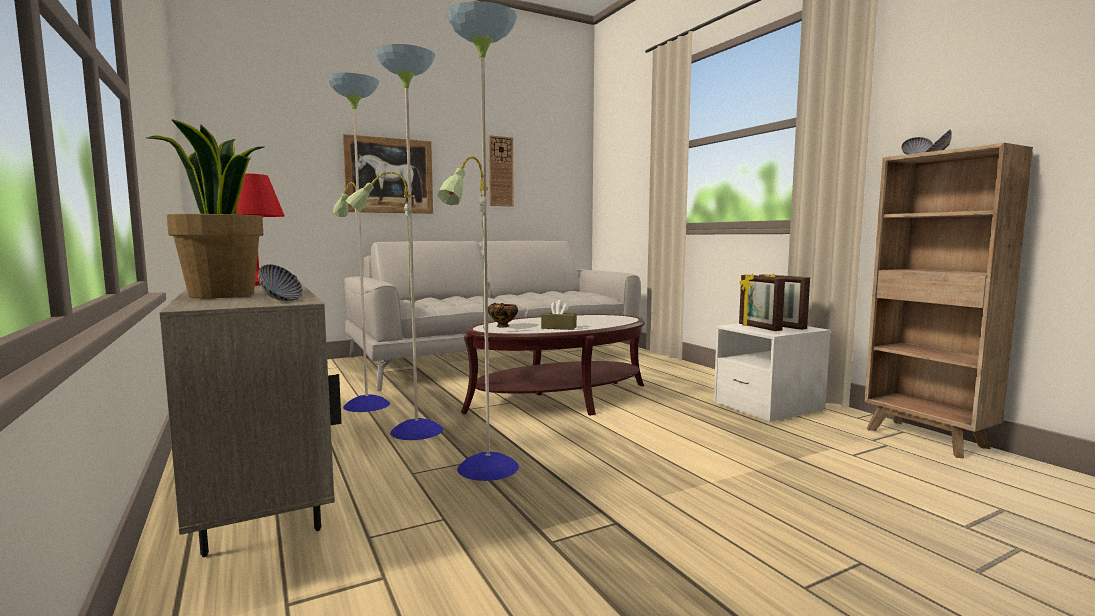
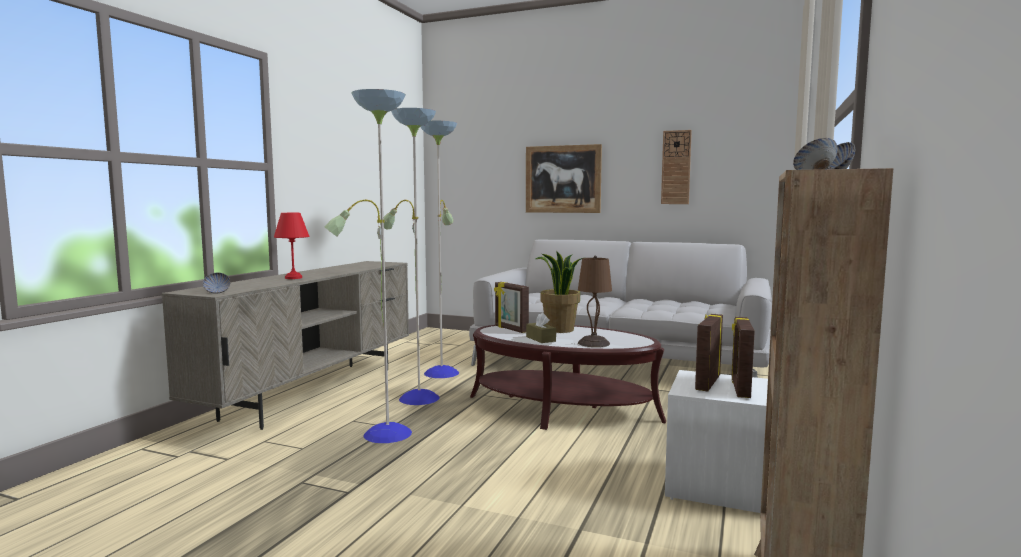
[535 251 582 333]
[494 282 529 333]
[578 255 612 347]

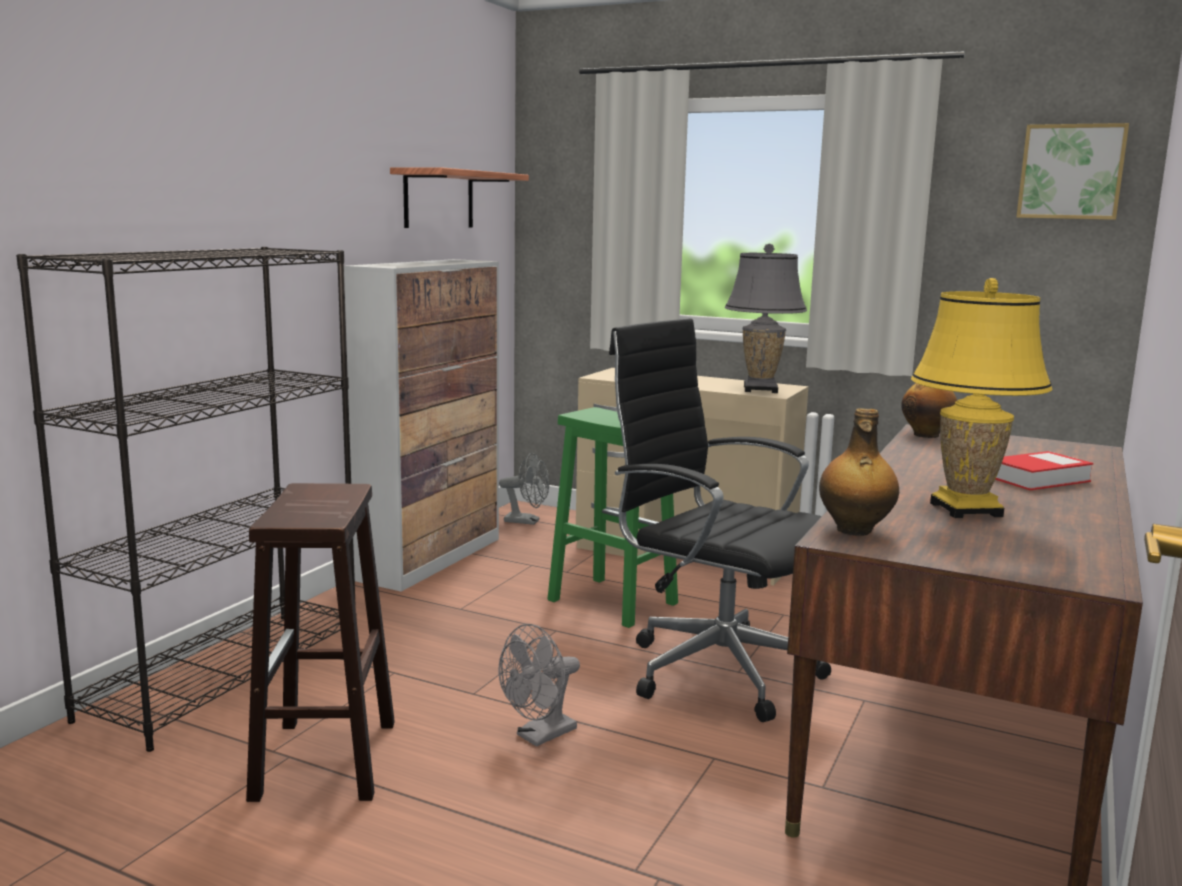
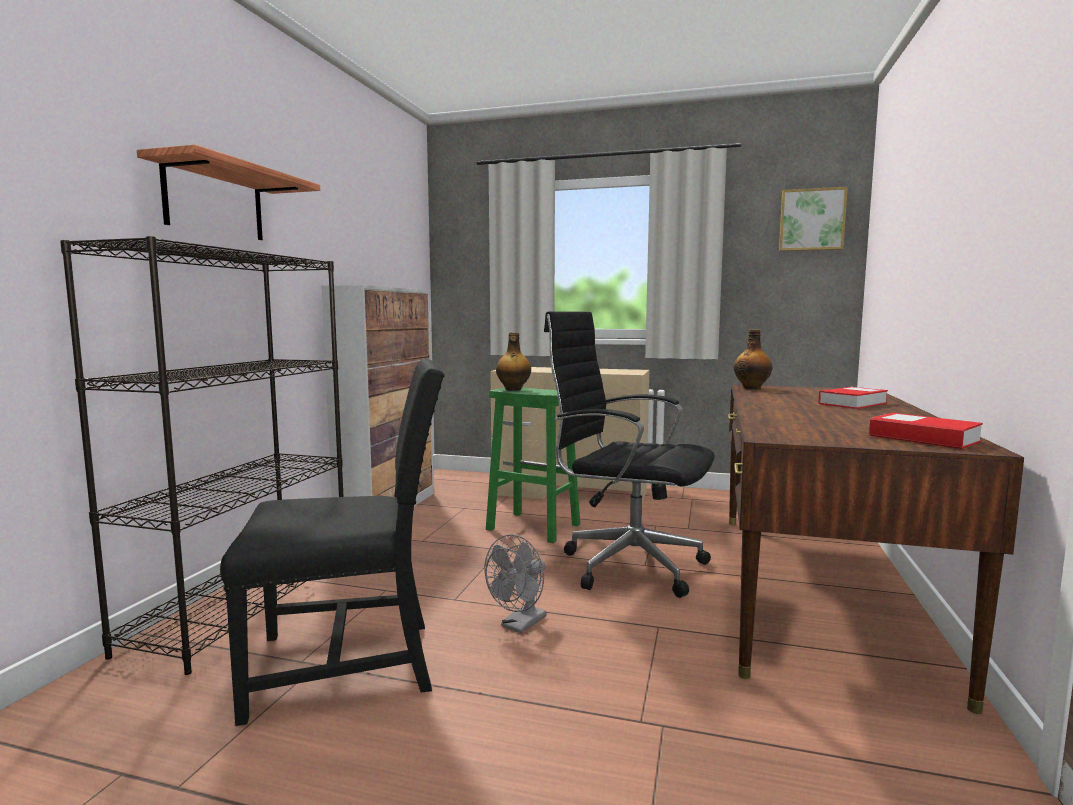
[137 144 320 240]
[725 243 807 393] (first image)
[911 278 1052 518] (first image)
[496 332 531 391]
[499 453 549 525] (first image)
[220 358 445 726]
[869 413 983 449]

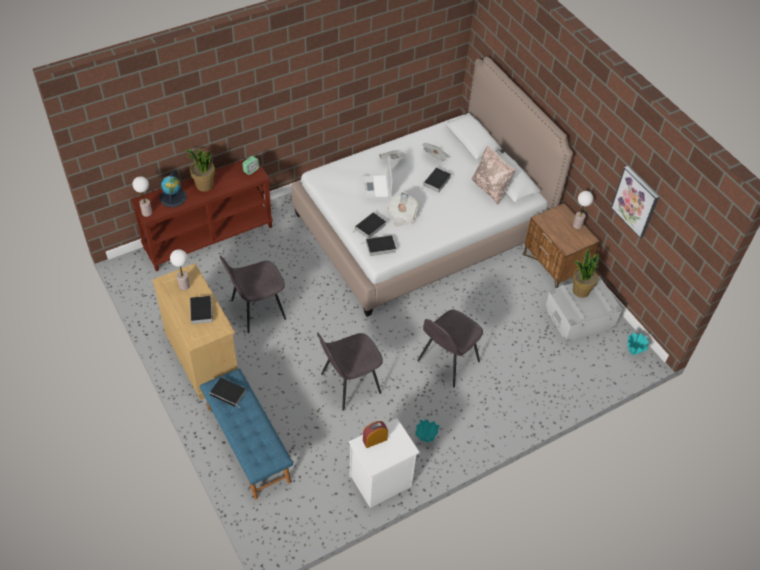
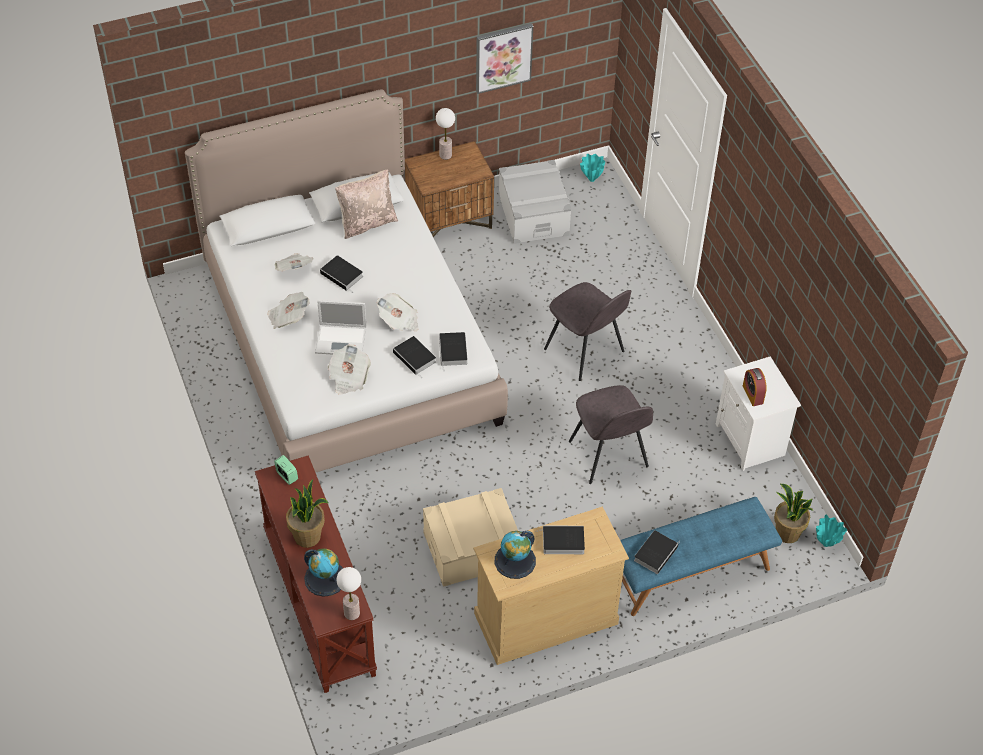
[774 484 813 543]
[495 531 536 579]
[423 488 518 587]
[816 515 847 547]
[328 344 371 394]

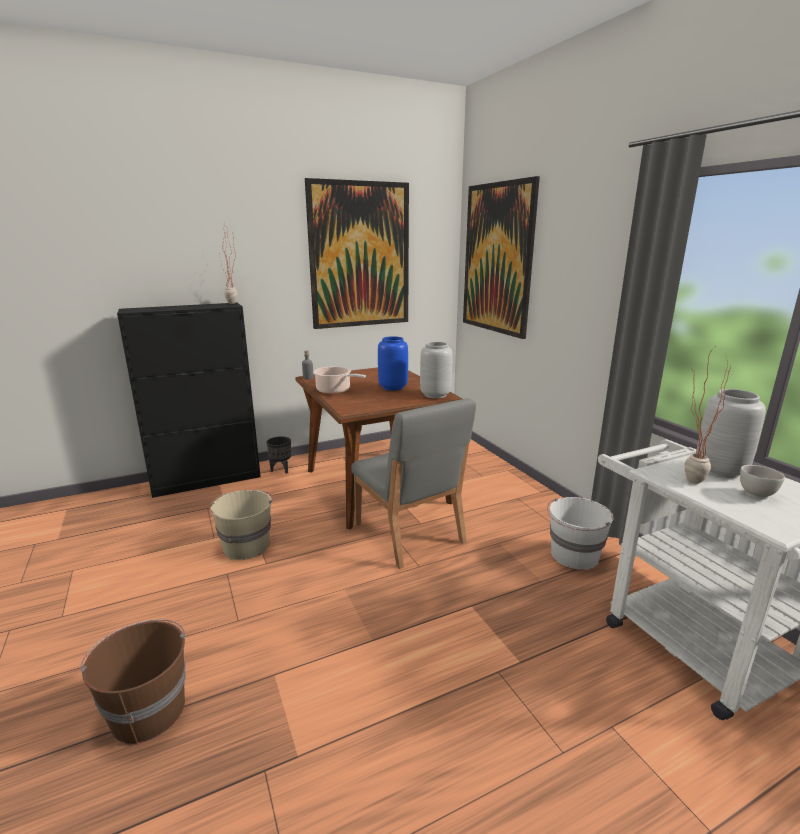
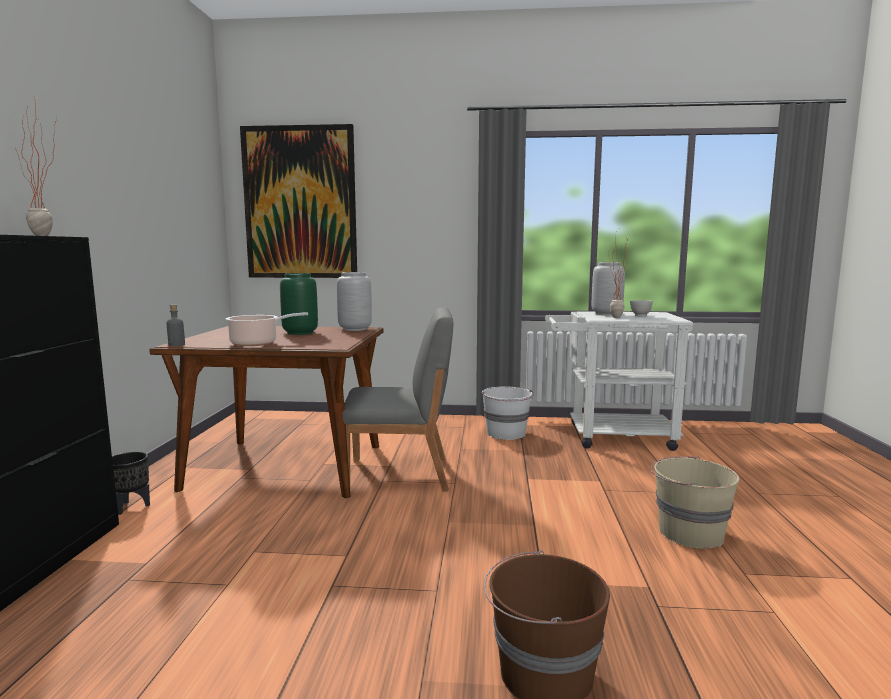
[305 178 409 329] (first image)
[280 273 318 335]
[650 456 740 549]

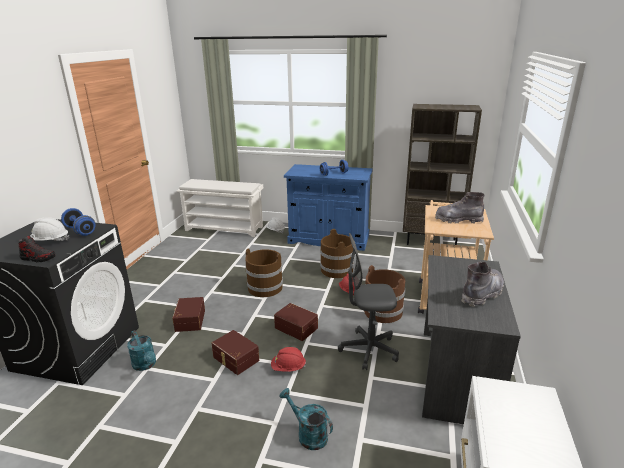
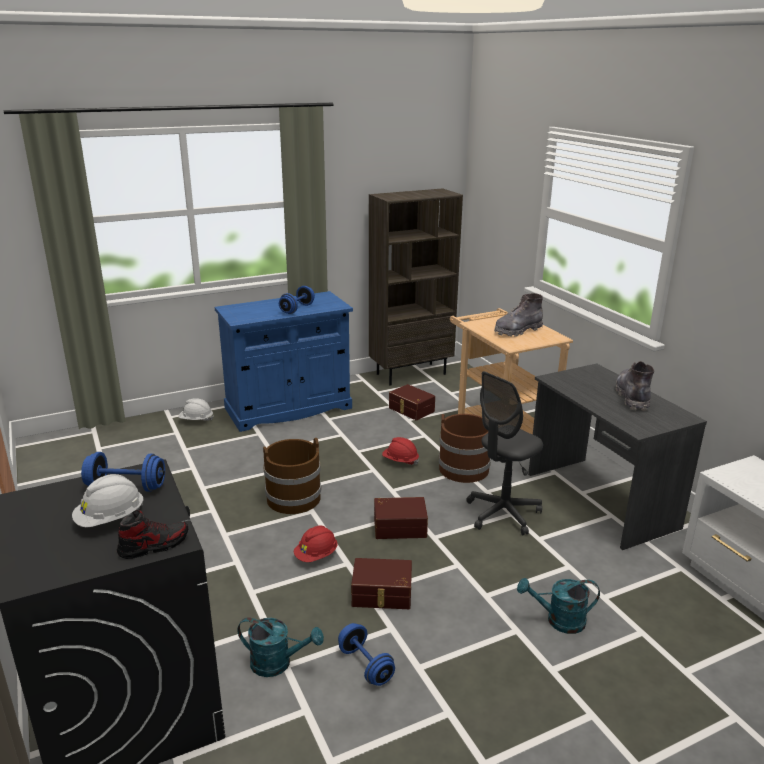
[177 179 264 237] (first image)
[320 229 354 278] (first image)
[389 384 435 420]
[294 526 338 562]
[338 623 395 686]

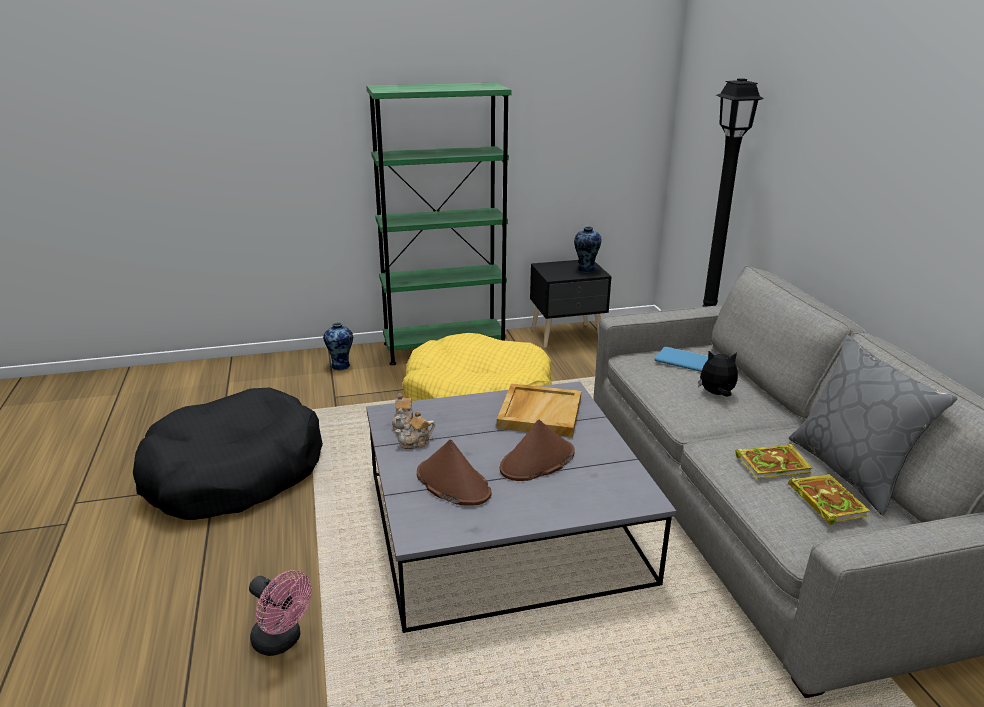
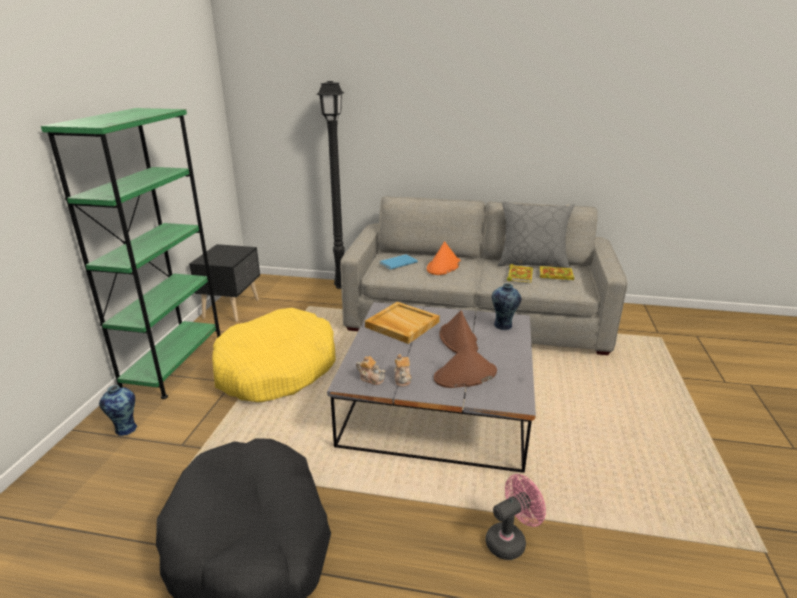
[492 283 521 330]
[427 241 461 275]

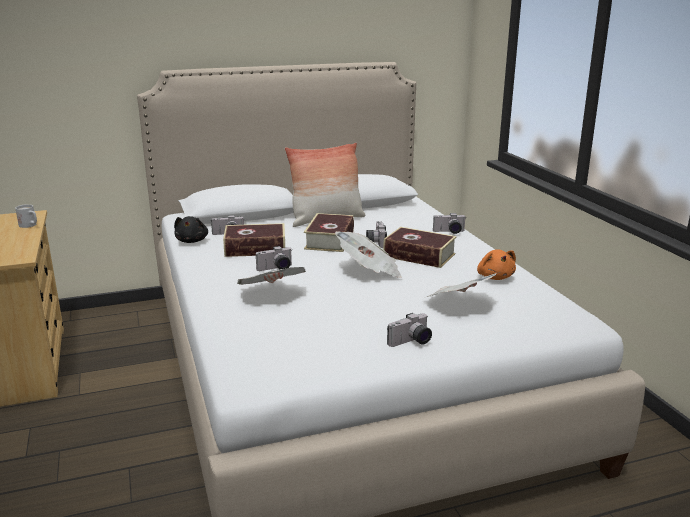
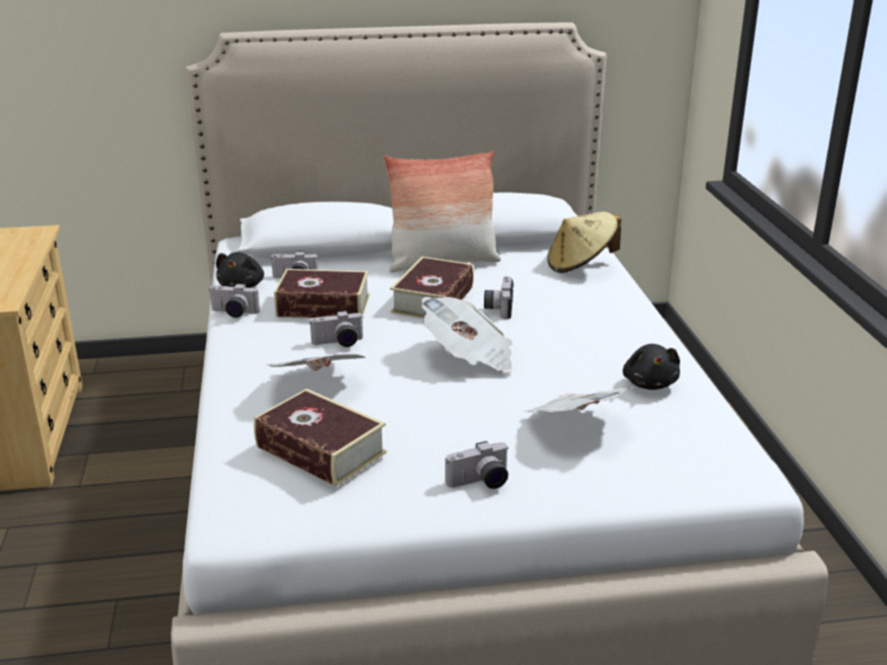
[15 204 37 228] (first image)
[209 284 260 318]
[254 388 387 486]
[623 344 680 390]
[547 212 621 273]

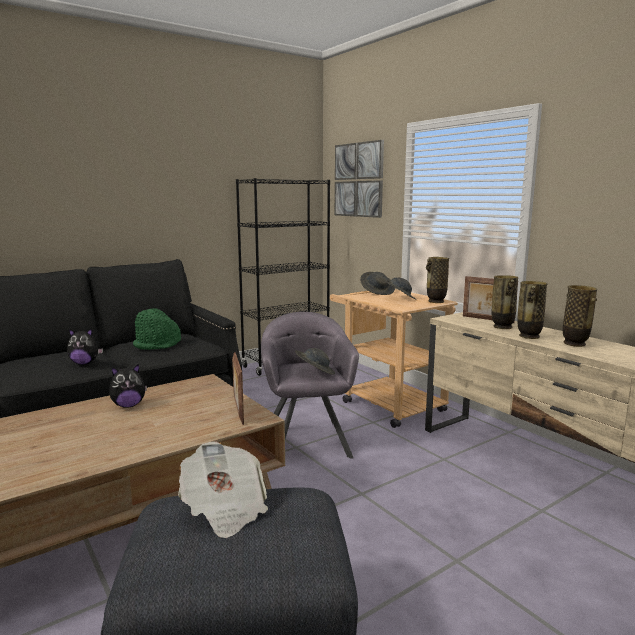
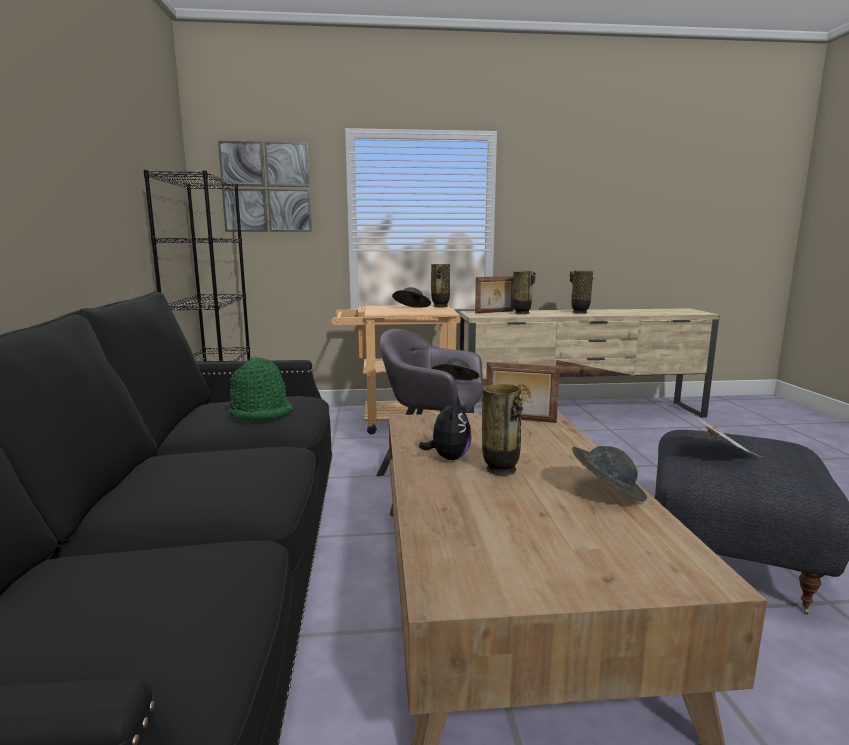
[572 446 647 501]
[481 384 523 475]
[67 329 103 365] (first image)

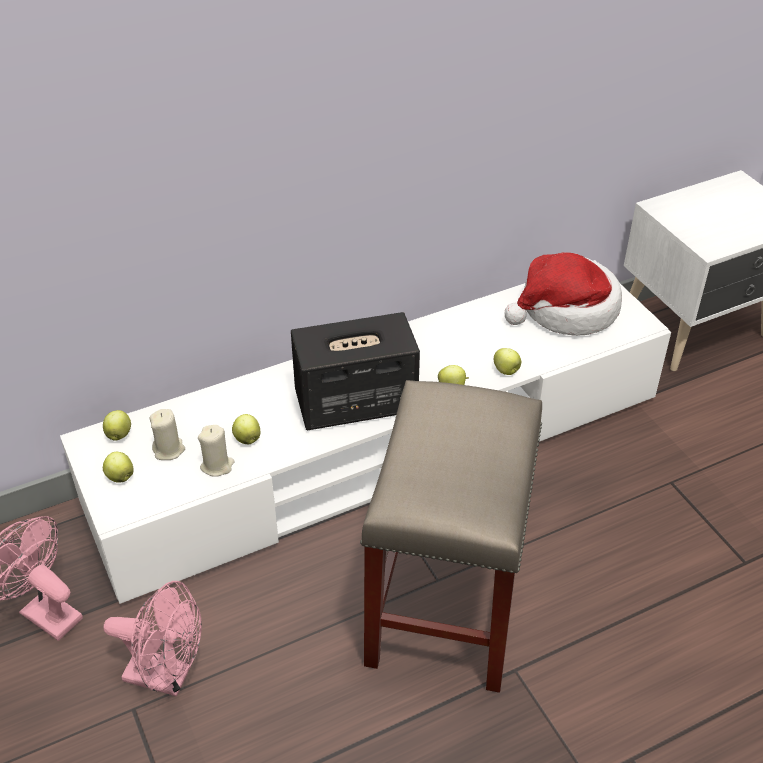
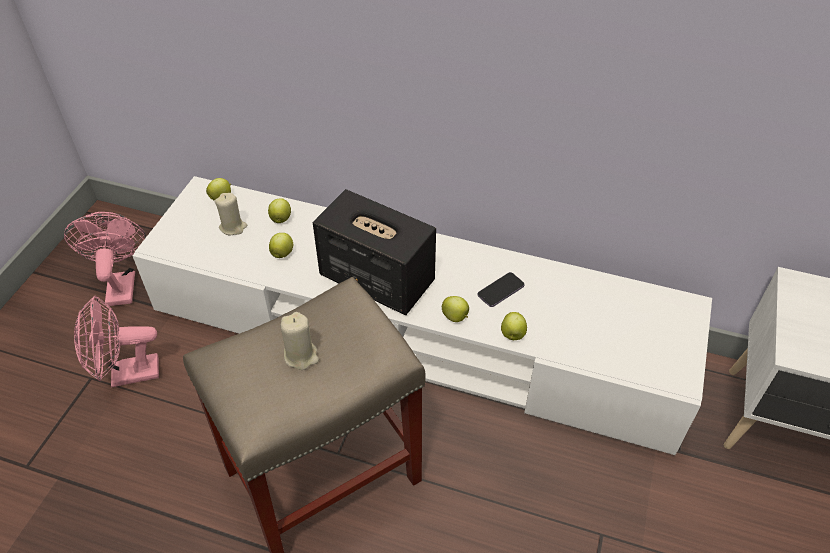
[504 252 622 336] (first image)
[280 312 319 370]
[268 198 291 223]
[74 295 159 387]
[477 272 525 307]

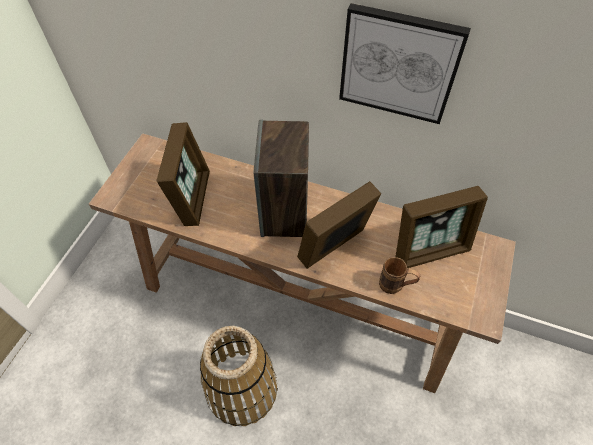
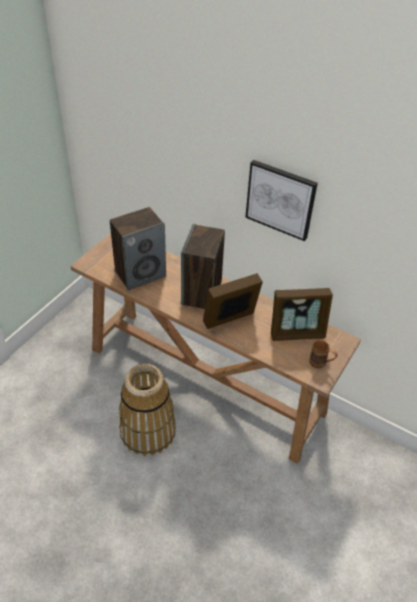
[110 207 166 290]
[309 340 337 368]

